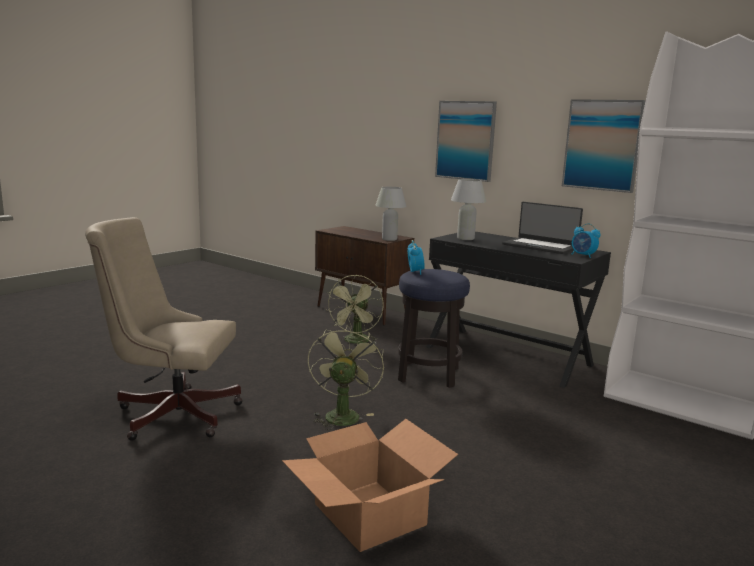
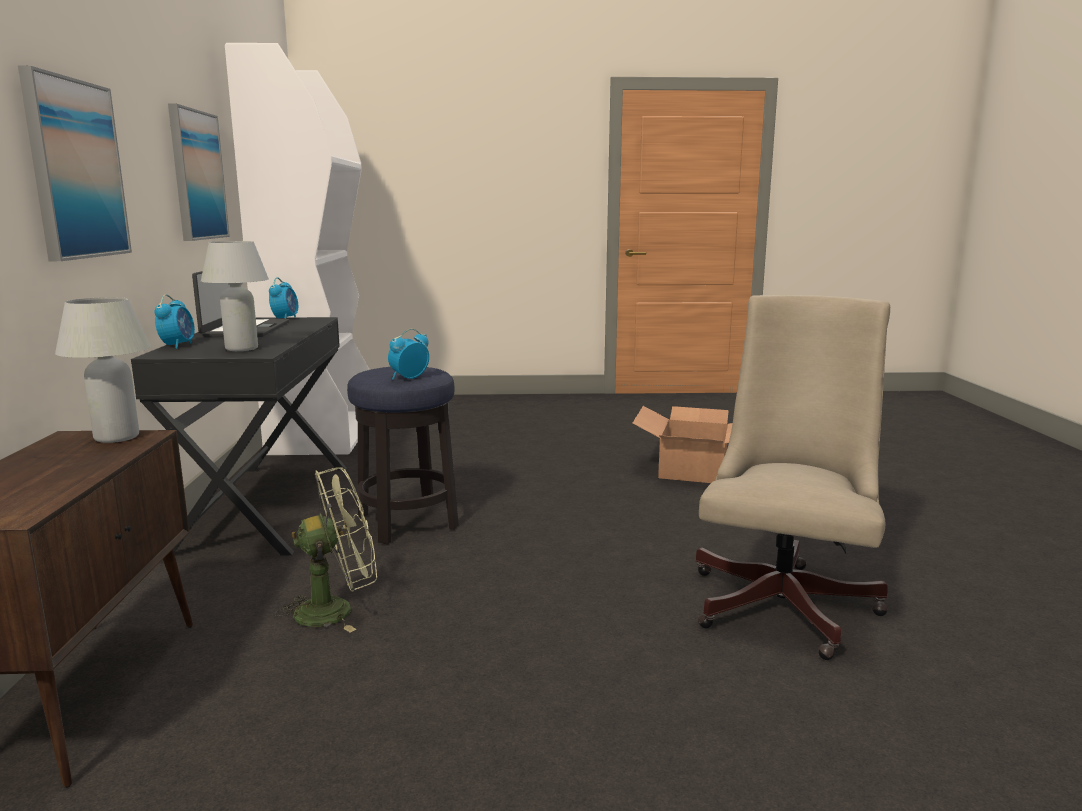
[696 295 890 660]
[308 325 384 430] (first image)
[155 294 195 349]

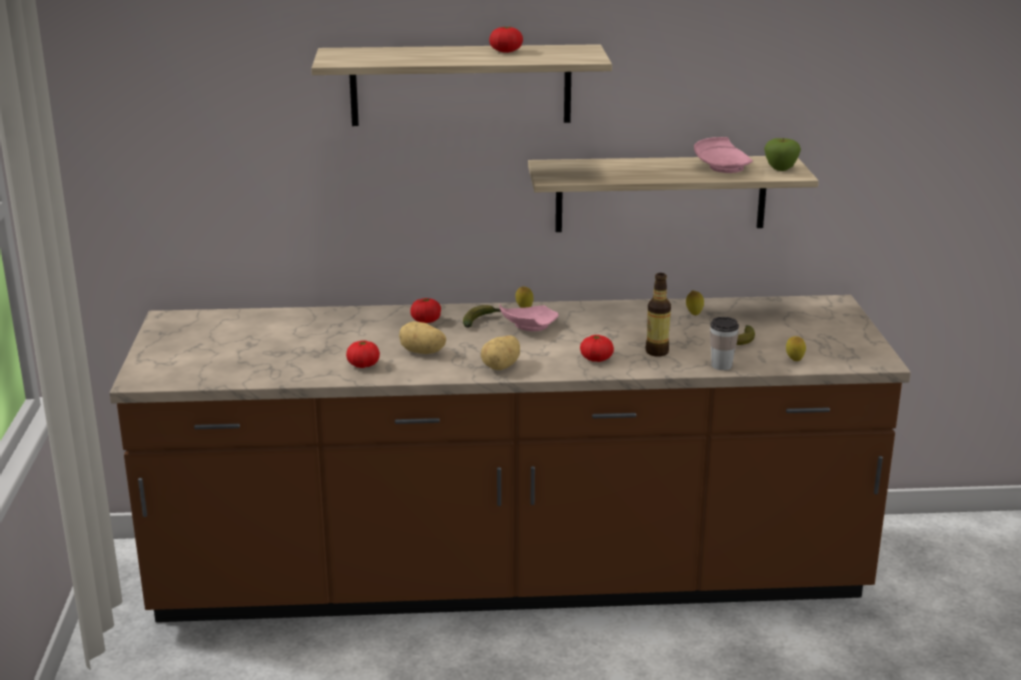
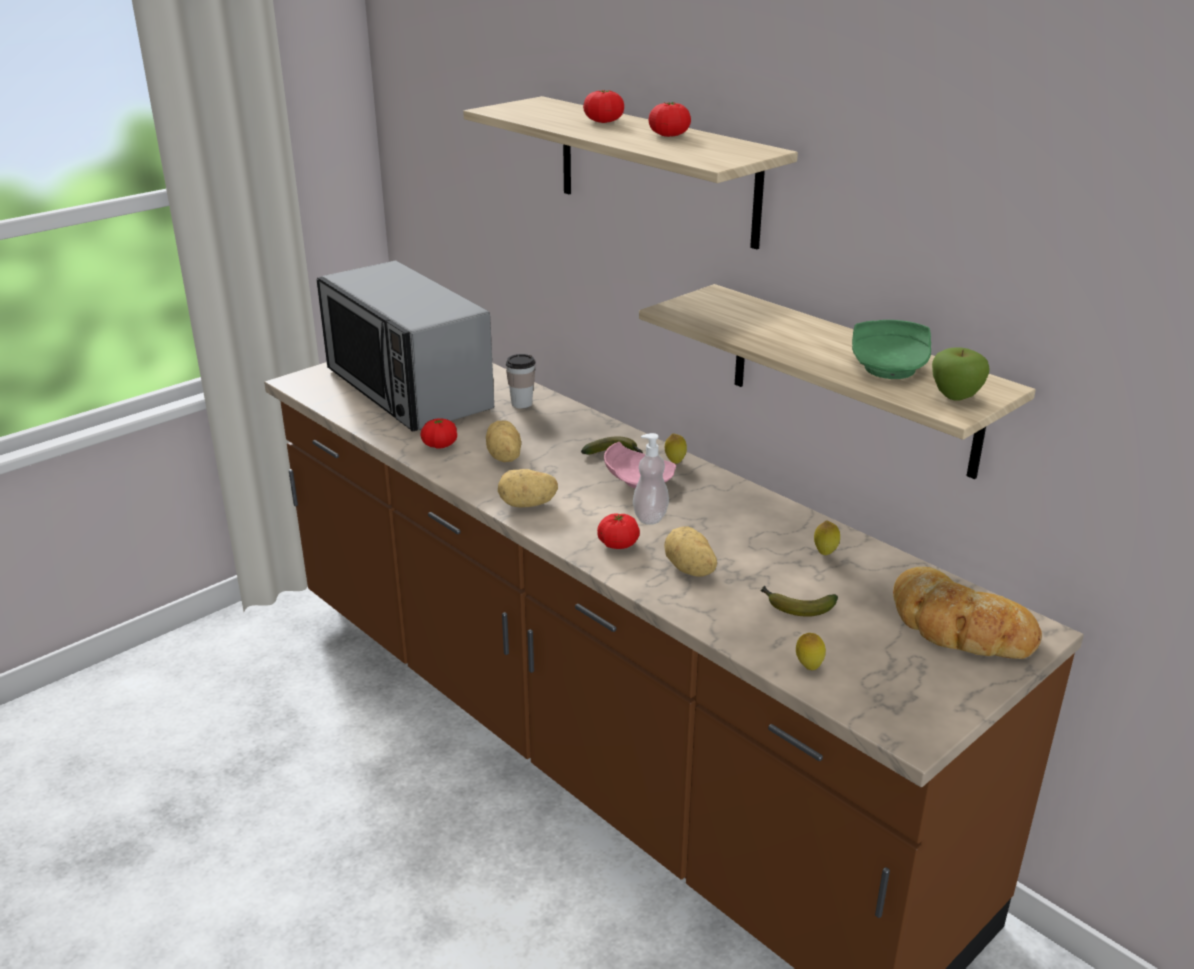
[852 320 931 379]
[664 526 717 577]
[583 90 624 123]
[506 354 535 409]
[316 261 494 431]
[633 433 669 525]
[893 567 1042 659]

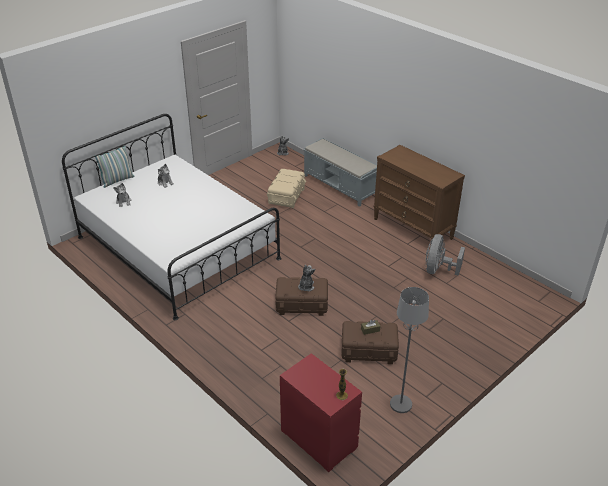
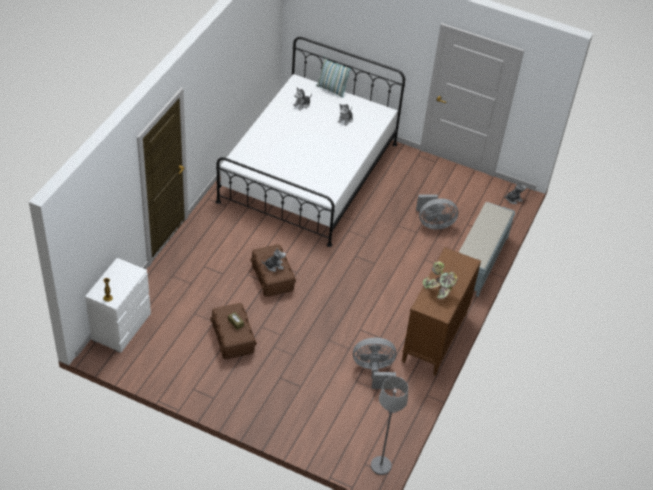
[416 194 458 229]
[371 376 408 475]
[85 258 151 353]
[422 261 458 300]

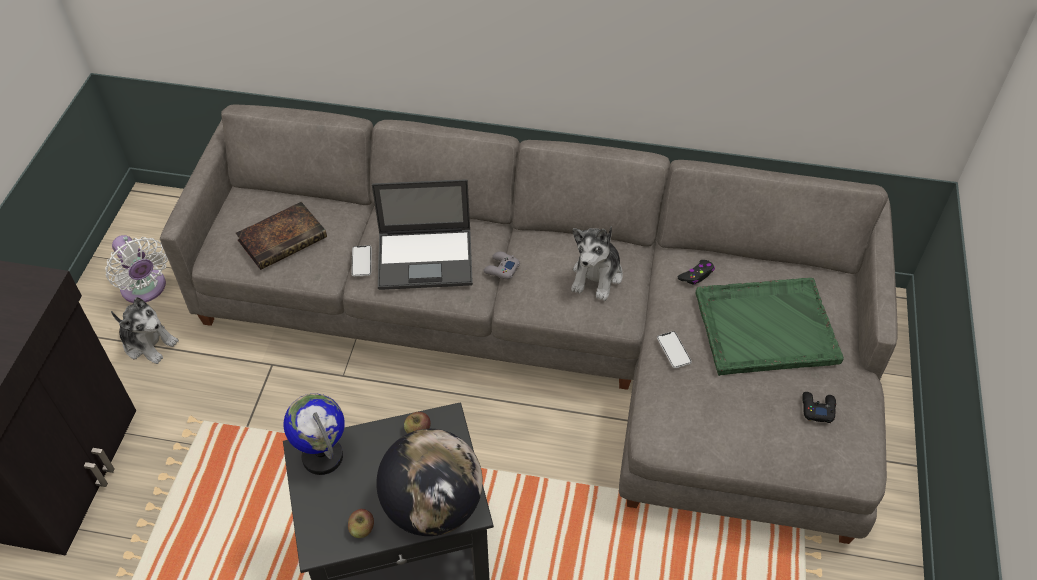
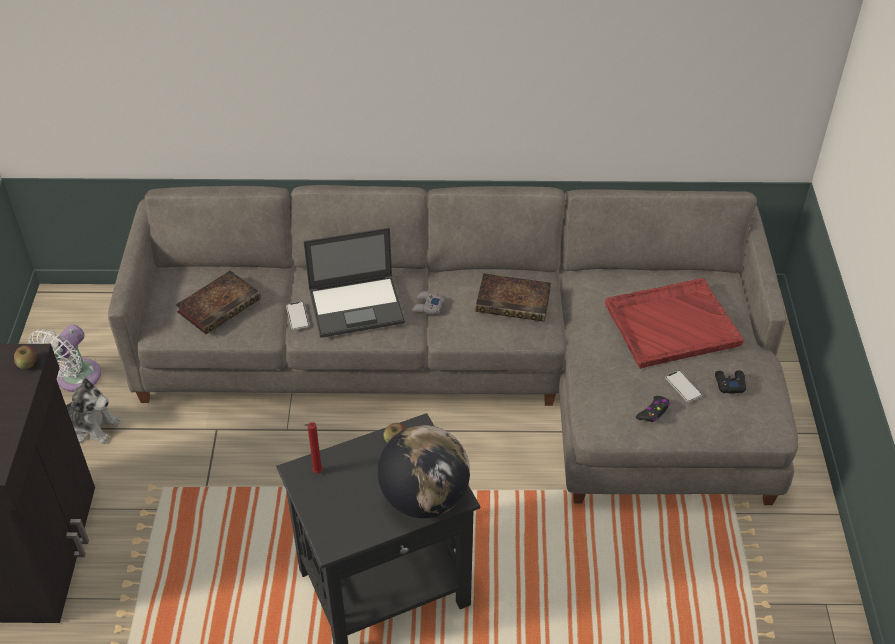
[476 273 551 322]
[28 324 101 392]
[636 396 670 422]
[605 278 744 369]
[665 370 702 402]
[305 422 323 473]
[14 345 37 369]

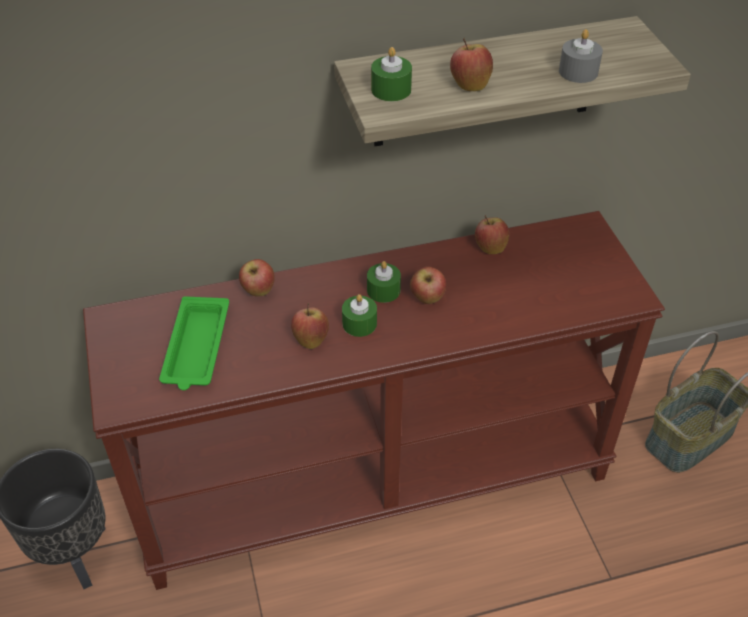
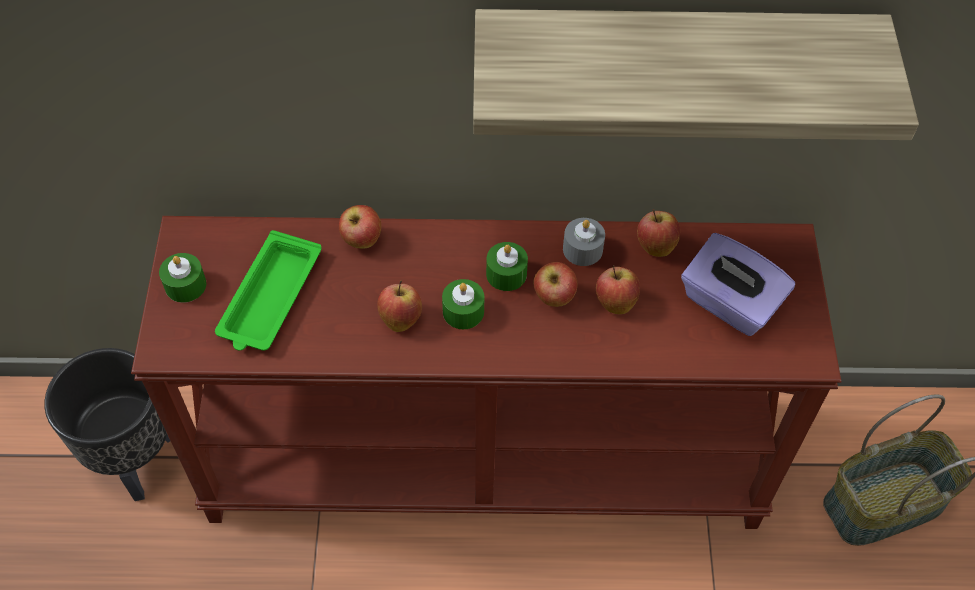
[563 218 605 266]
[596 265 640 314]
[159 253 206 303]
[681 233 795 336]

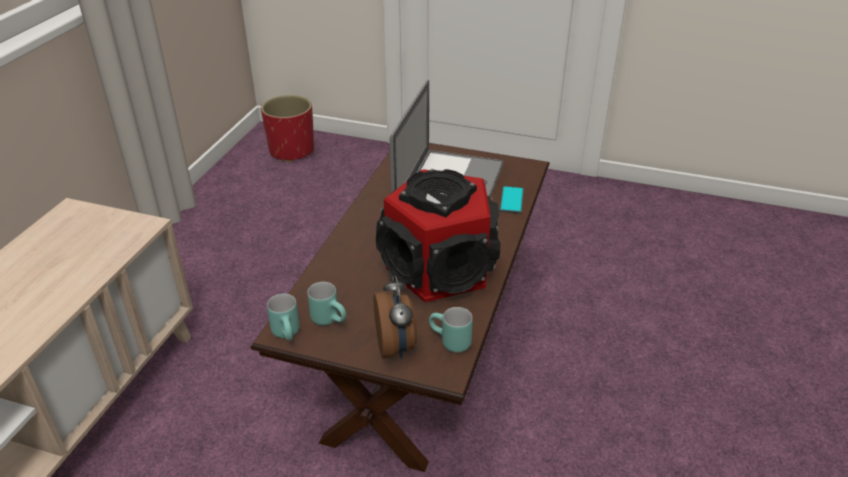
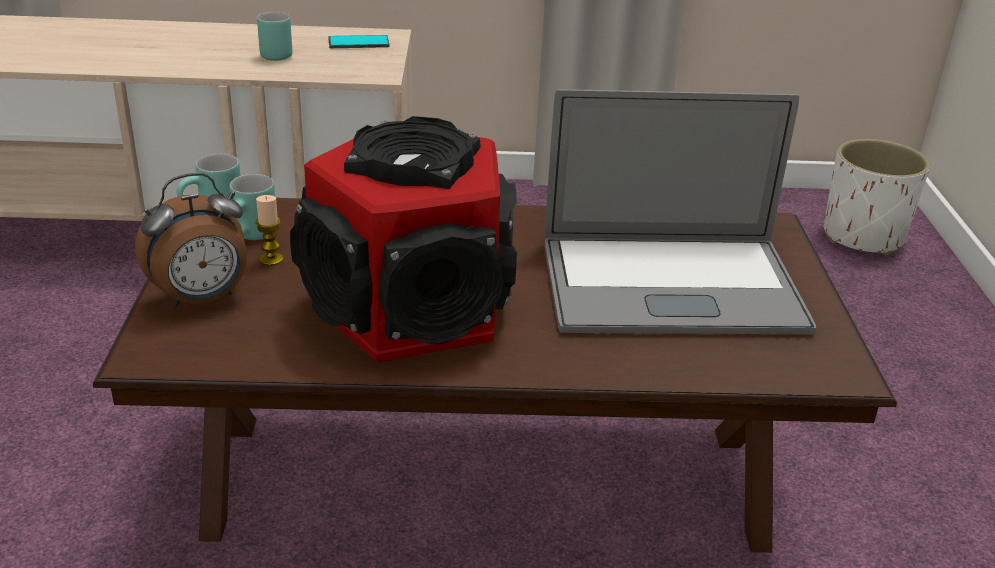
[824 139 930 256]
[328 35 389 48]
[257 12 292 61]
[256 195 283 266]

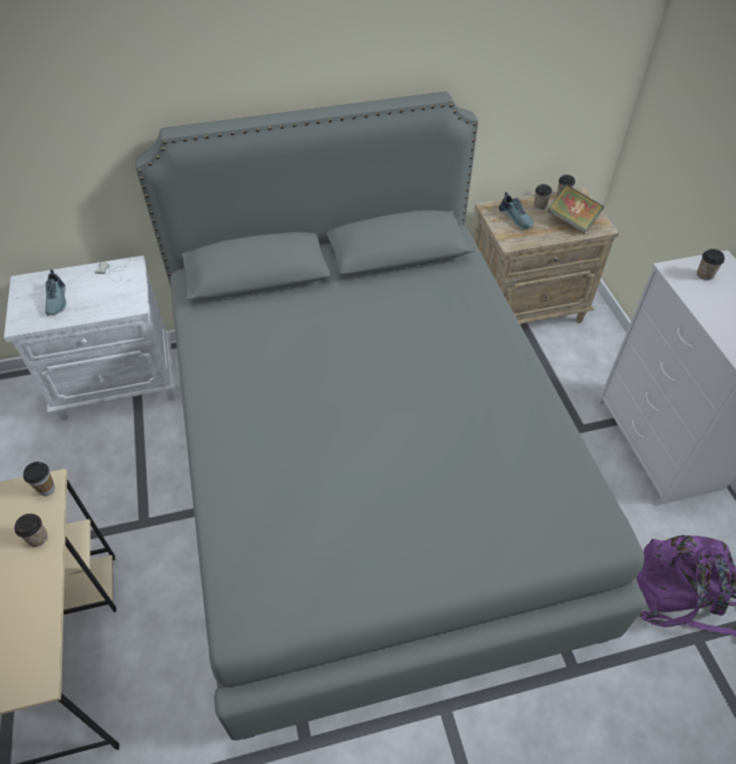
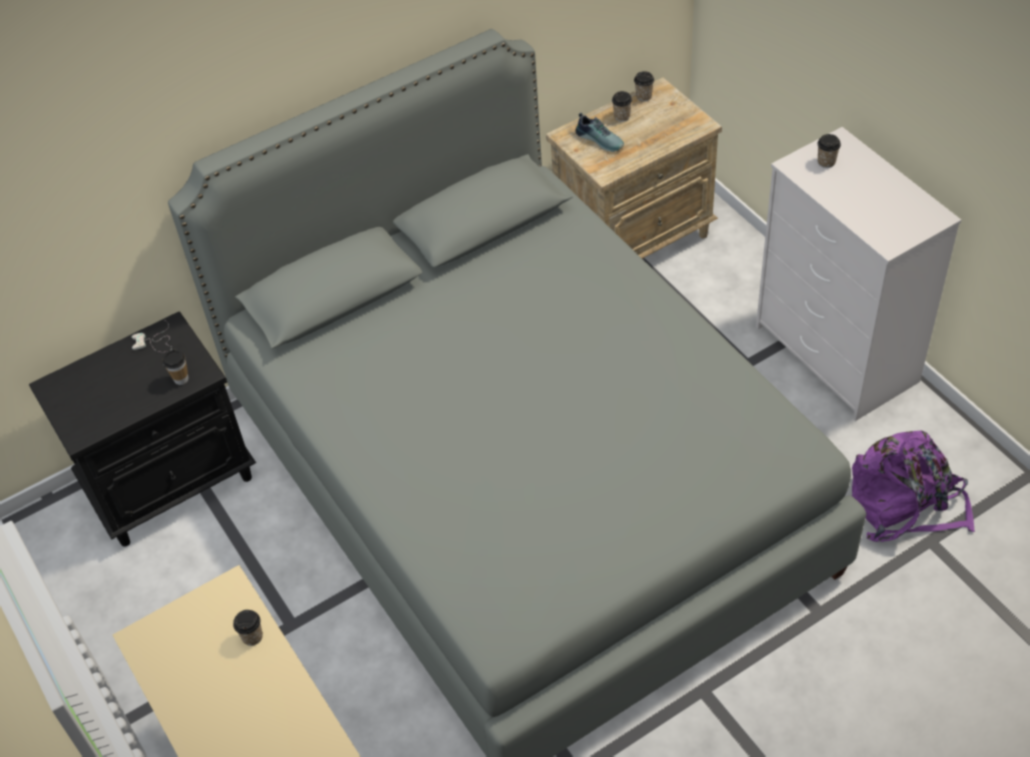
[548 184 604 234] (first image)
[29 312 256 547]
[45 270 67 315] (first image)
[162 349 189 385]

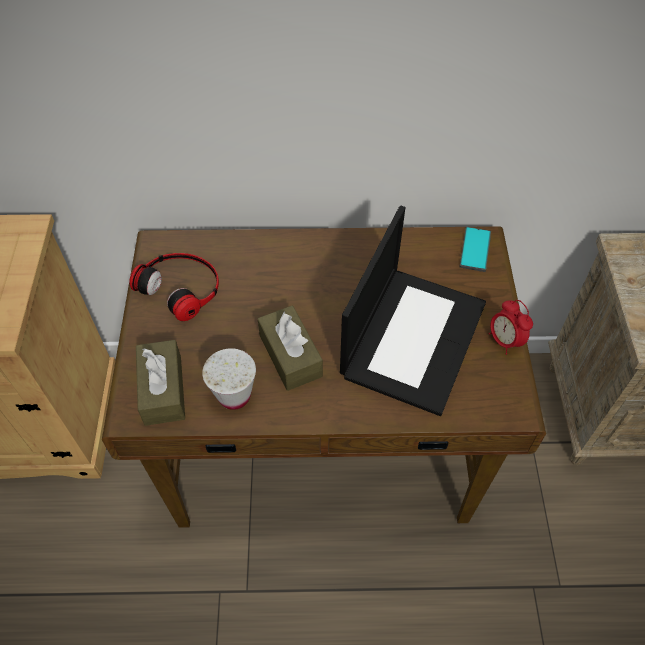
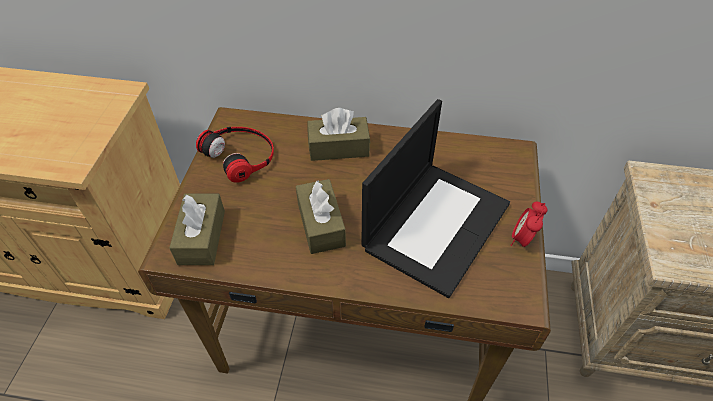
[459 227 491 272] (first image)
[510 201 547 247]
[202 348 256 410] (first image)
[308 108 370 161]

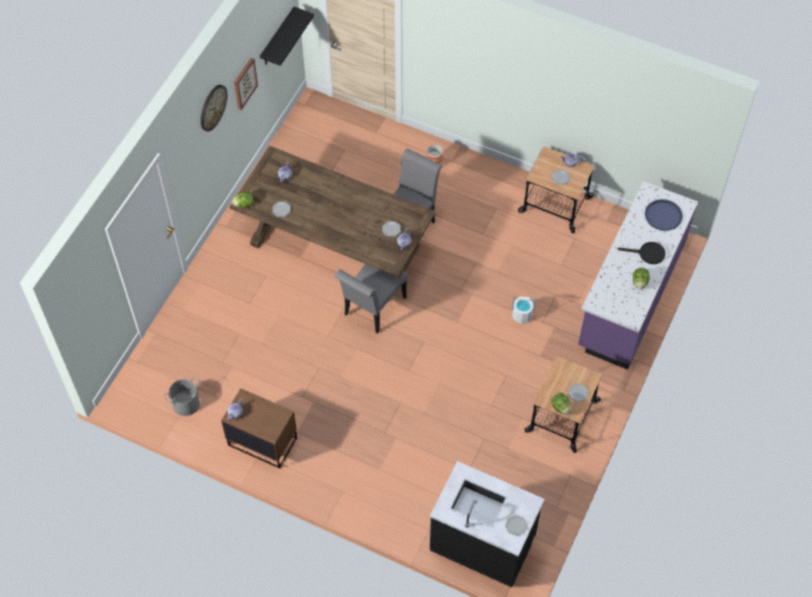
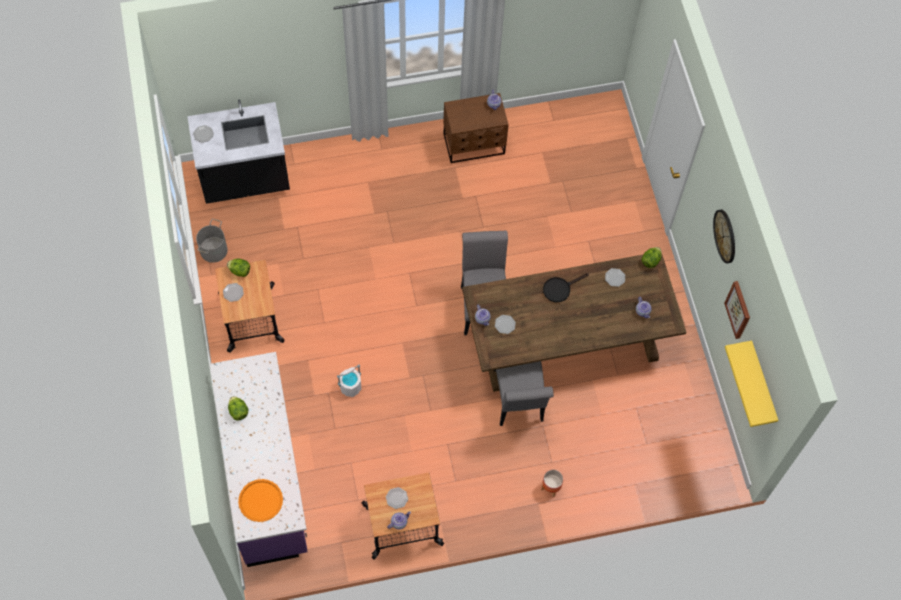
[725 341 778 427]
[238 479 283 522]
[543 273 589 302]
[196 219 228 263]

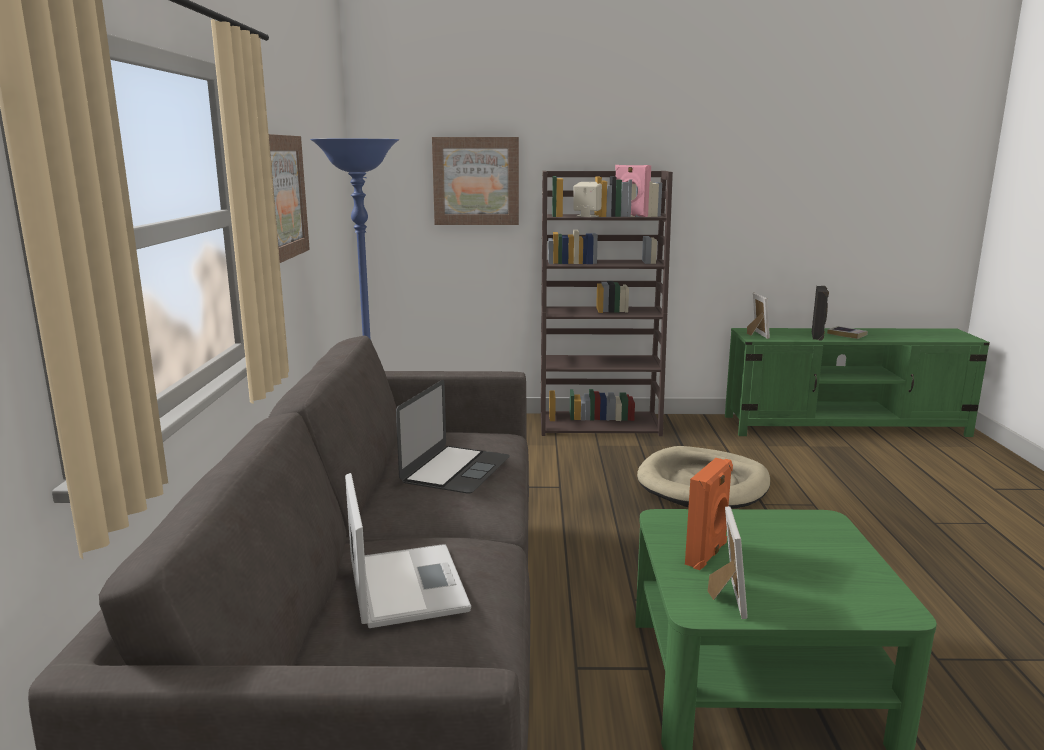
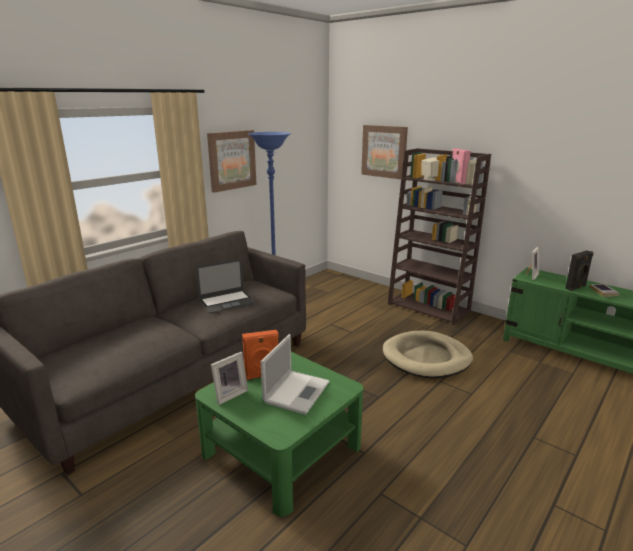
[261 334 330 415]

